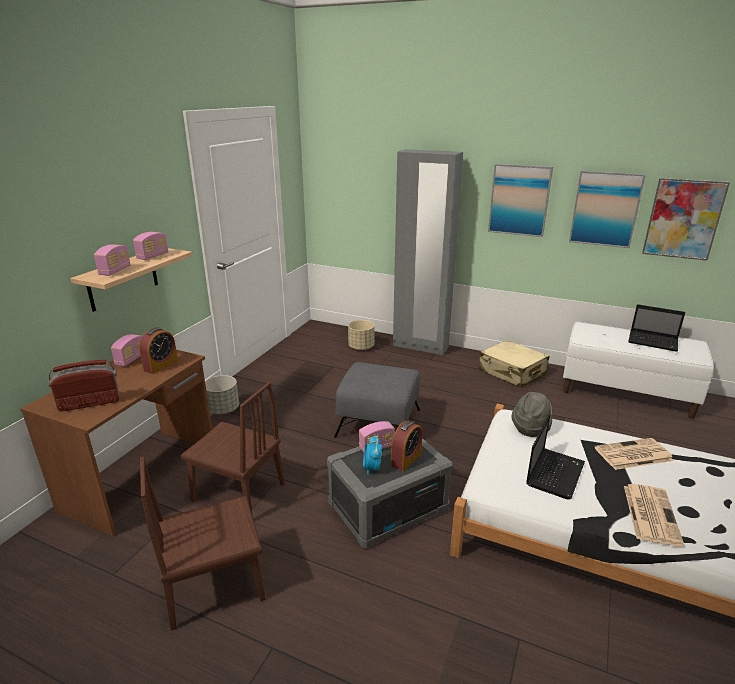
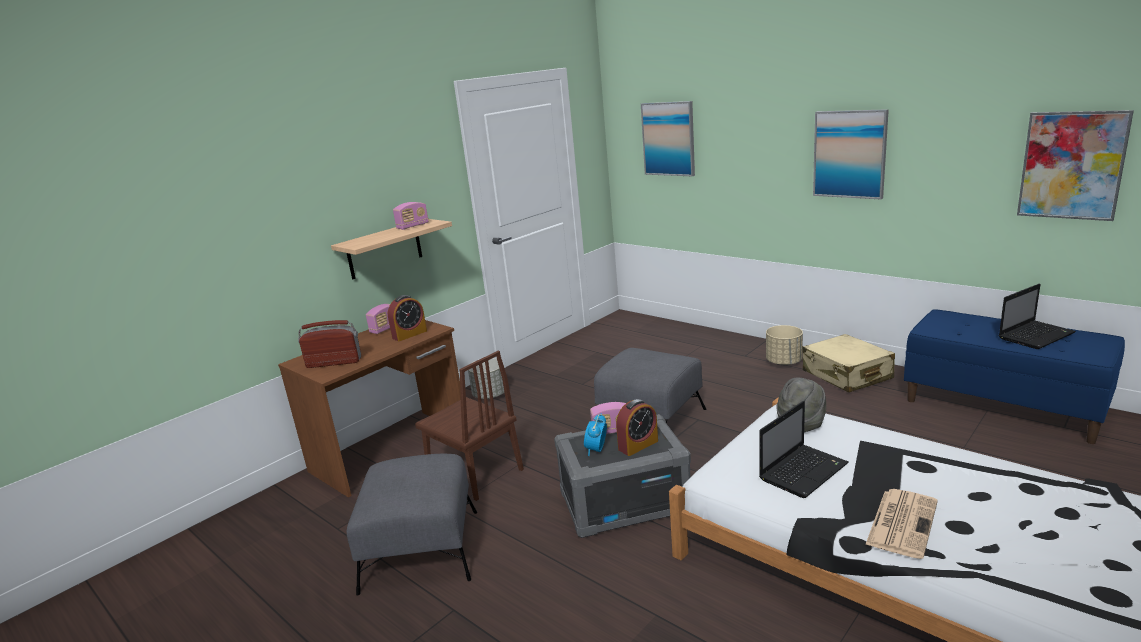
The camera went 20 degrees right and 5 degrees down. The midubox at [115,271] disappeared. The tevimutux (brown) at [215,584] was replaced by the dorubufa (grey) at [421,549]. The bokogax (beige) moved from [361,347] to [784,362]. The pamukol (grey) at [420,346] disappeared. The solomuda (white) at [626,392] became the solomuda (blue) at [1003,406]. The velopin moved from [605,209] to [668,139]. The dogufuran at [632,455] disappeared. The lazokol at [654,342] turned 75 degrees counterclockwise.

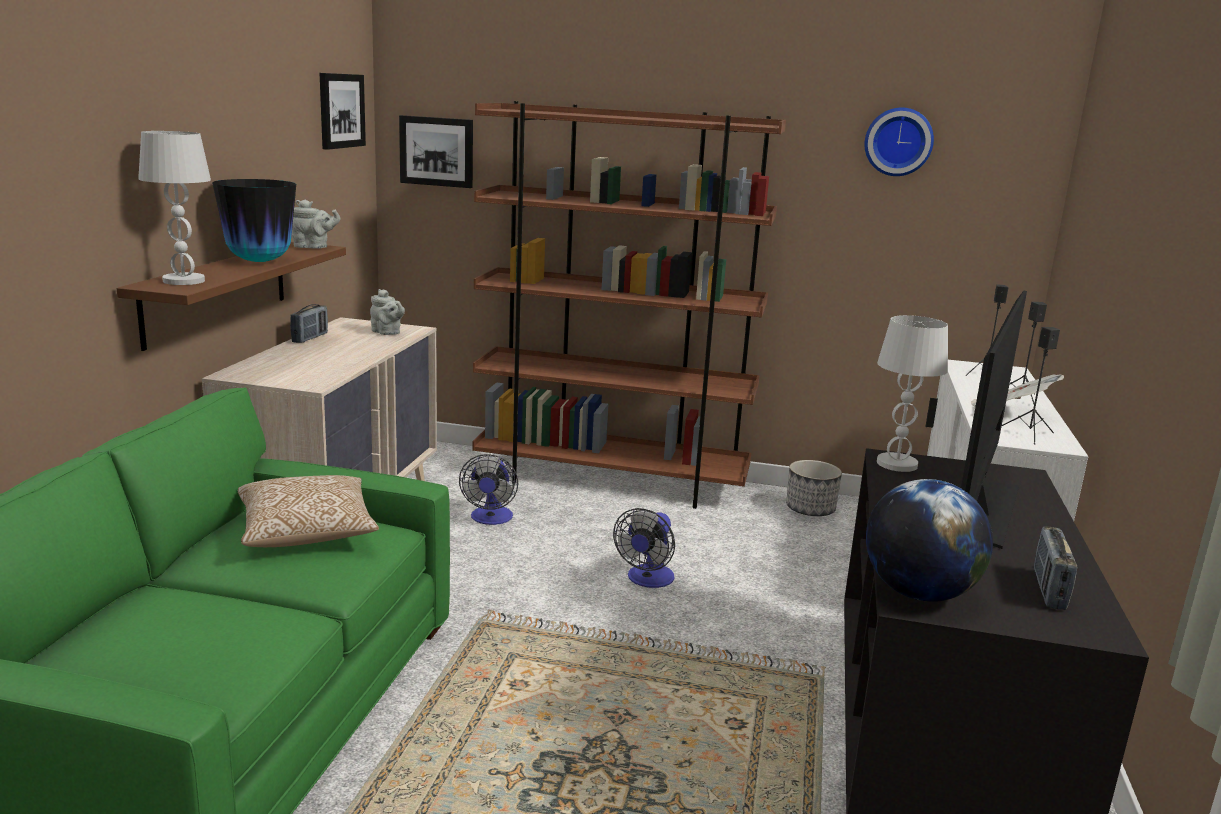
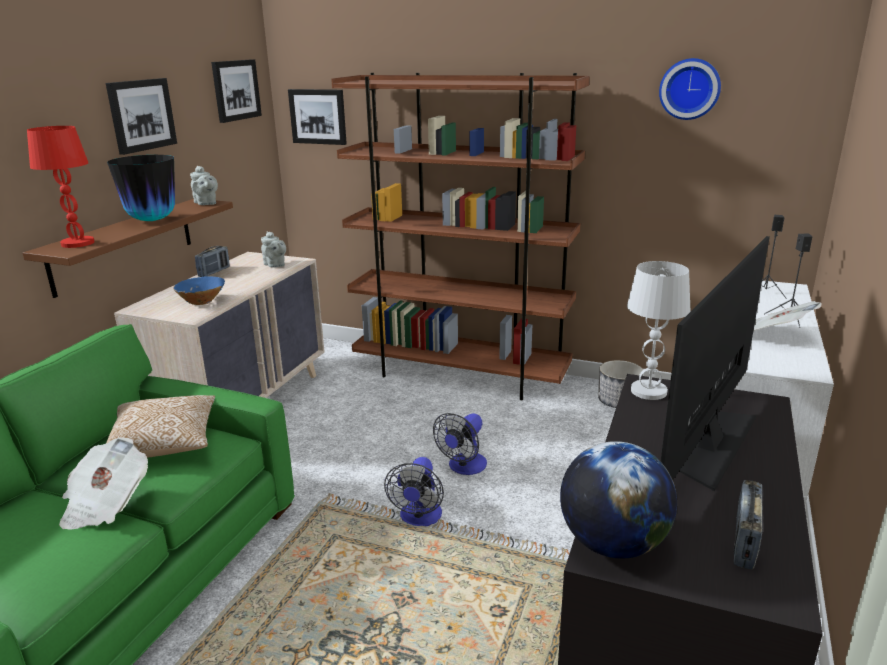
The camera went 10 degrees right and 5 degrees up. The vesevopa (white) at [183,281] became the vesevopa (red) at [77,243]. The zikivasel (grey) at [313,247] turned 45 degrees clockwise. The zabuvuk moved from [490,519] to [419,518]. The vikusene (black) at [1029,434] disappeared. The dogufuran at [105,504] appeared. The velopin at [141,115] appeared. The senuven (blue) at [202,302] appeared.

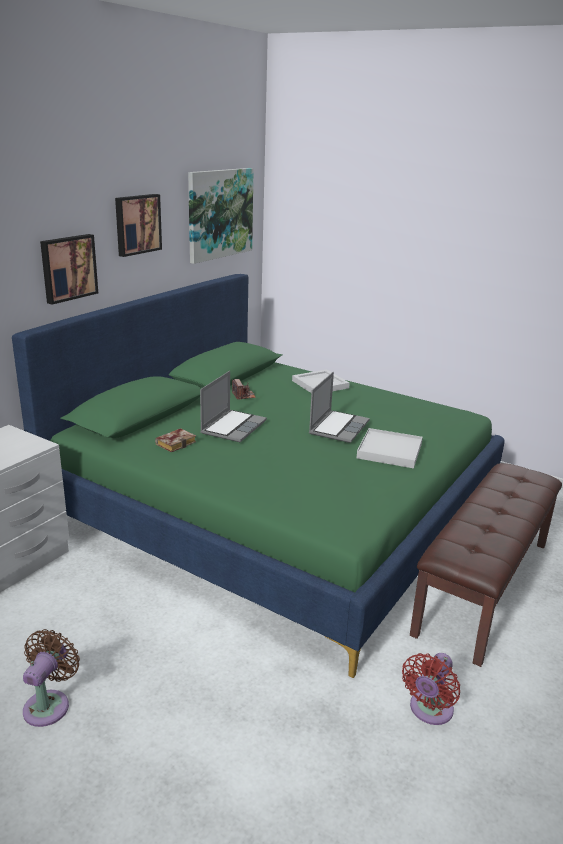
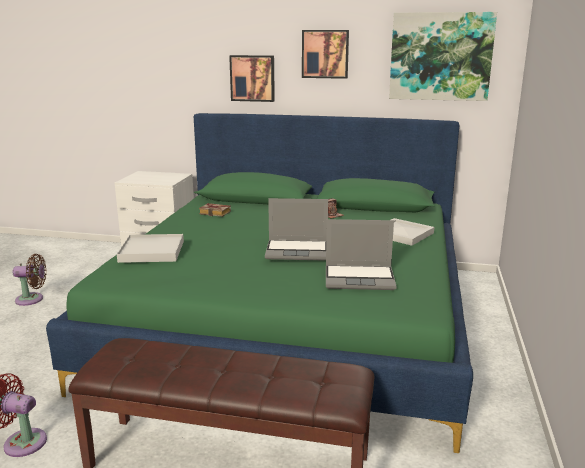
The camera went 70 degrees right and 5 degrees down. The lazokol moved from [233,427] to [360,278]. The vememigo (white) moved from [389,451] to [152,251].

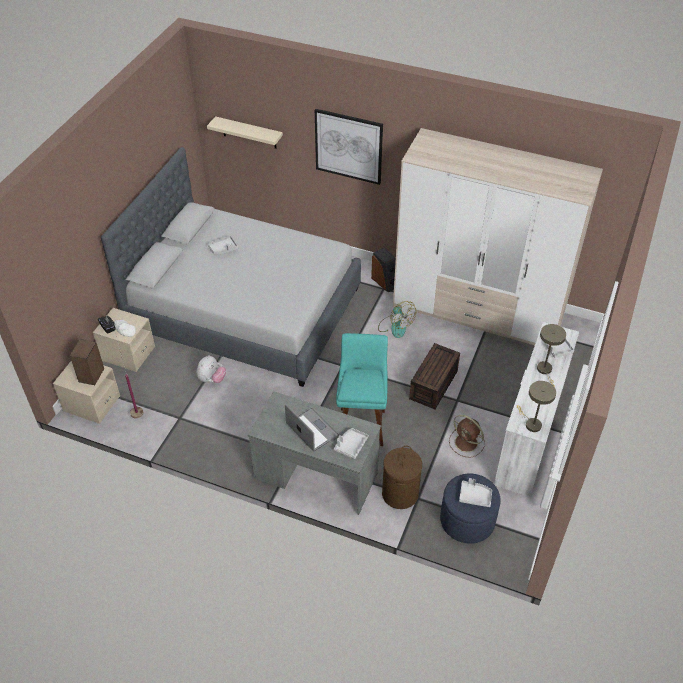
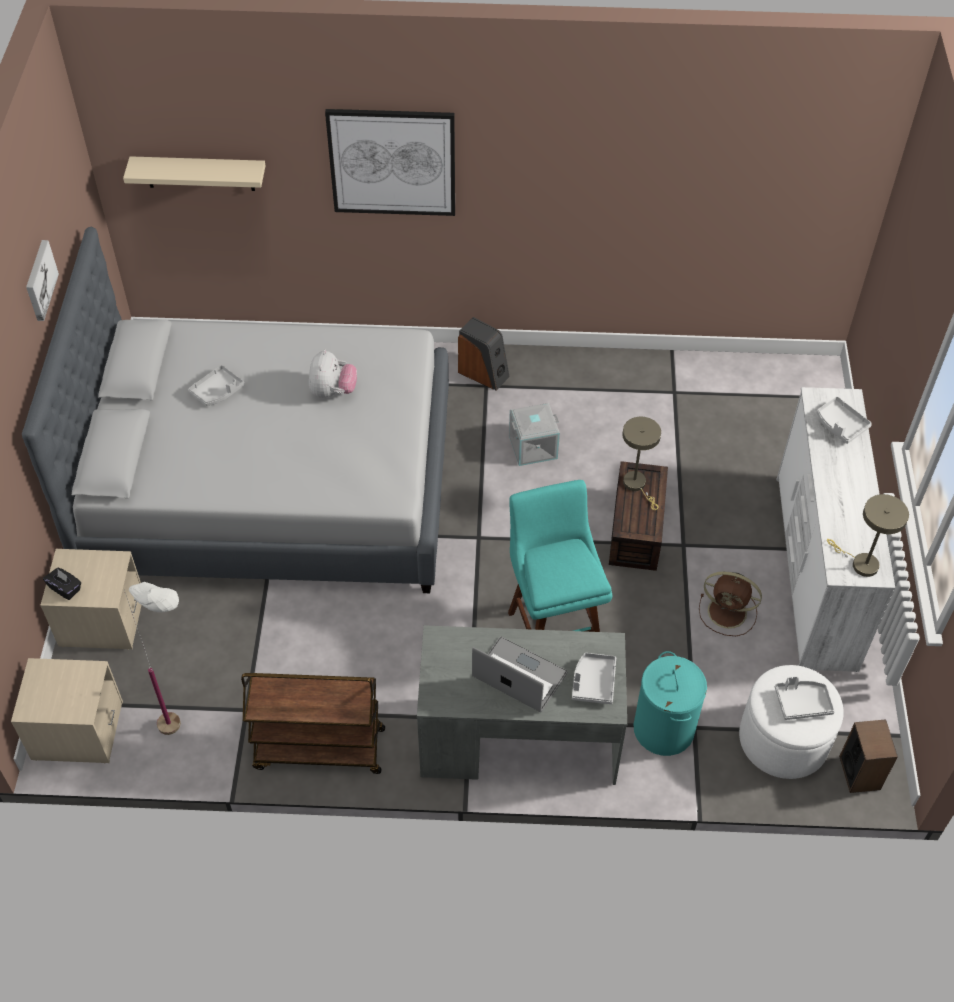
The camera went 20 degrees left and 5 degrees up. The vikusene moved from [91,375] to [860,772]. The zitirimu moved from [212,379] to [333,391]. The zabuvuk at [395,326] was replaced by the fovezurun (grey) at [533,446]. The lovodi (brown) at [400,494] became the lovodi (turquoise) at [664,729]. The pamukol at [478,312] disappeared. The dorubufa (blue) at [467,520] became the dorubufa (white) at [783,739]. The vesevopa (beige) moved from [545,371] to [637,485]. The velopin at [39,280] appeared. The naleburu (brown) at [318,749] appeared.

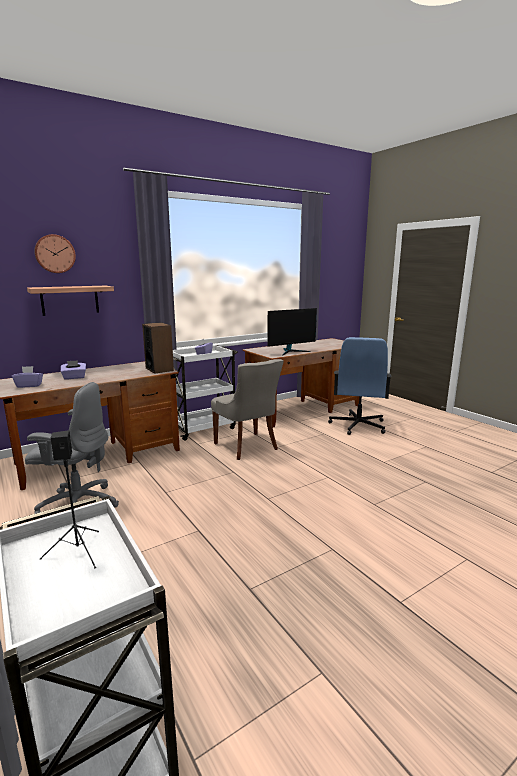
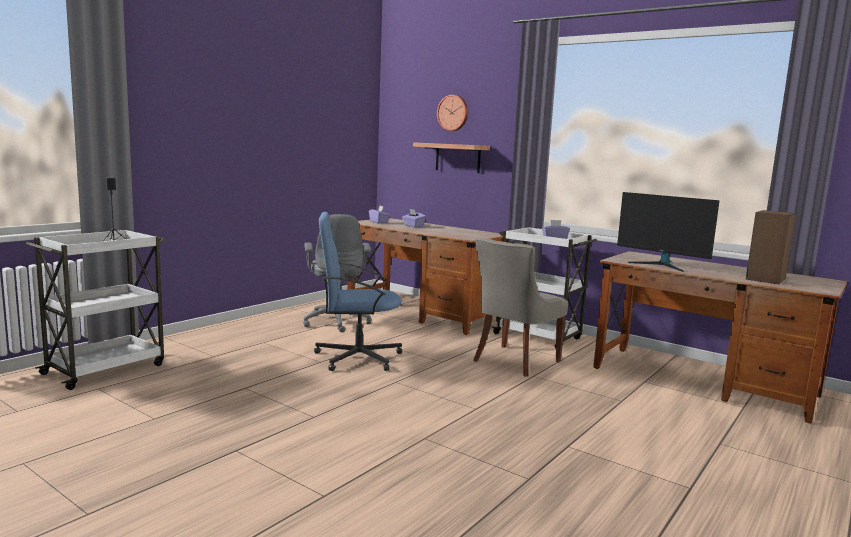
The camera went 70 degrees right and 5 degrees down. The vikusene moved from [159,369] to [766,279]. The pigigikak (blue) moved from [358,425] to [356,357].

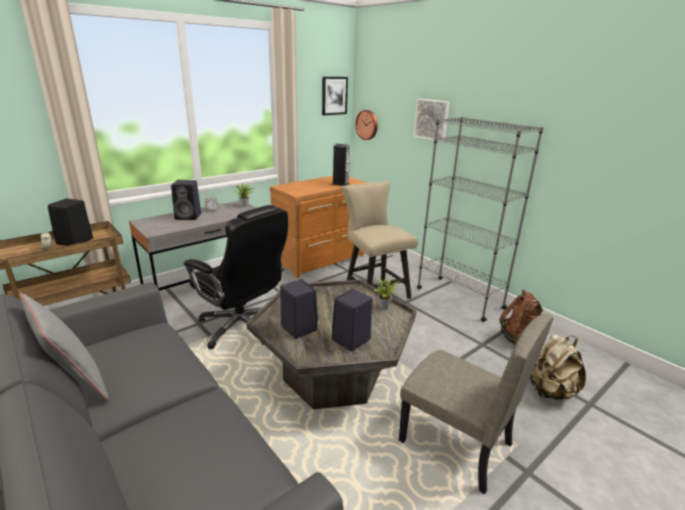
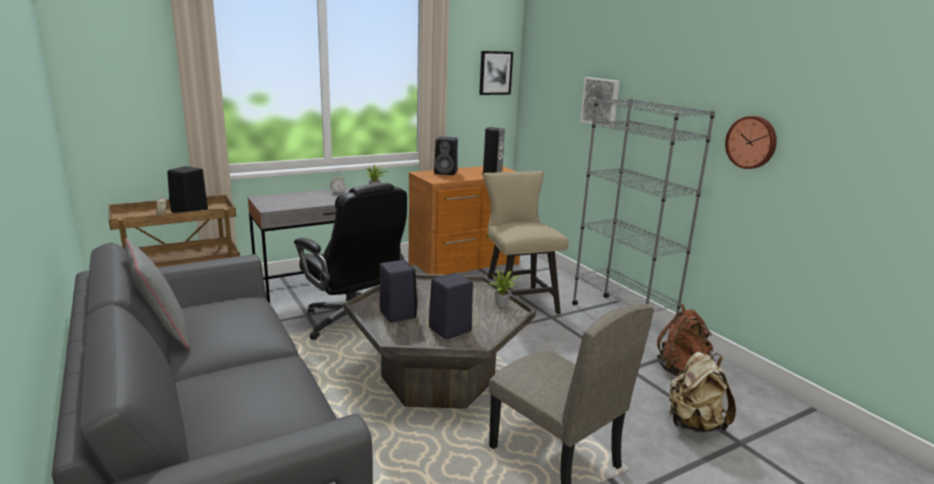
The camera went 10 degrees right and 5 degrees down. The vikusene (black) moved from [189,216] to [446,172]. The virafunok moved from [367,125] to [752,142].

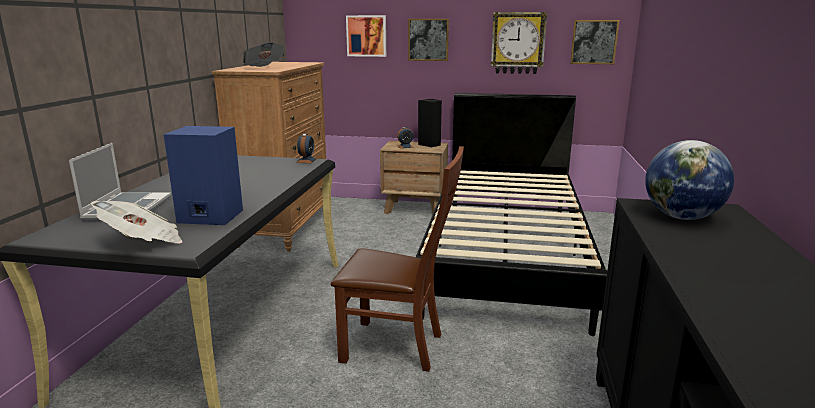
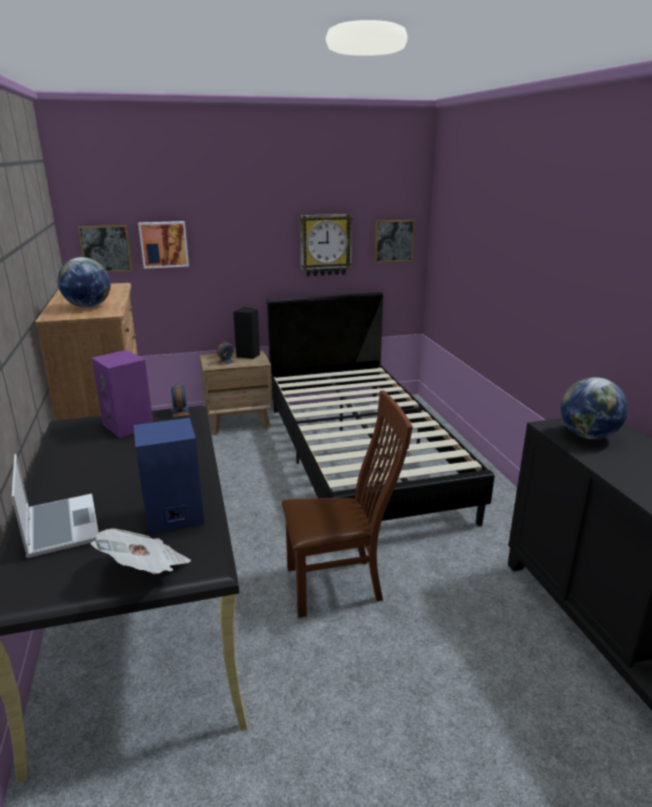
The camera went 25 degrees left and 5 degrees up. The dogufuran at [264,68] was replaced by the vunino at [88,306]. The velopin moved from [428,39] to [106,248]. The vikusene (purple) at [129,425] appeared.

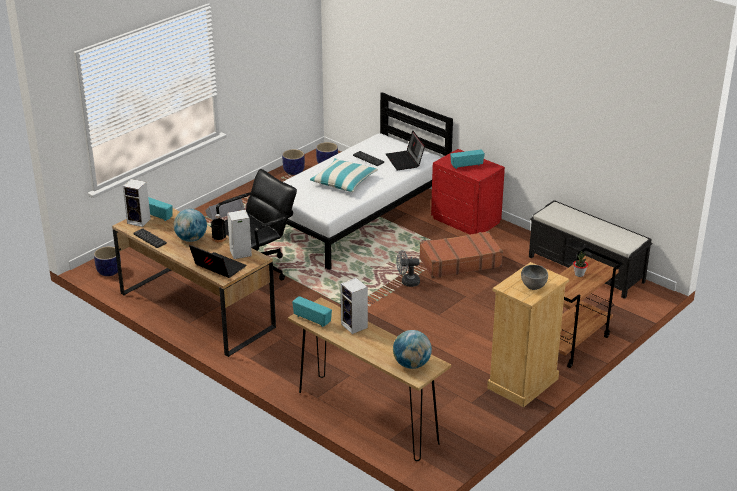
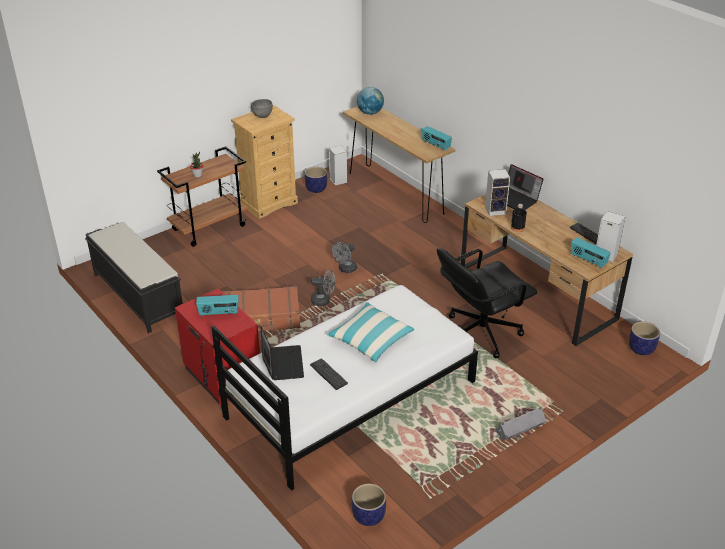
The camera went 170 degrees left and 5 degrees up. The vunino at [191,239] disappeared. The bokogax moved from [293,171] to [316,189]. The vikusene moved from [355,326] to [337,180]. The zabuvuk (grey) at [345,269] appeared.

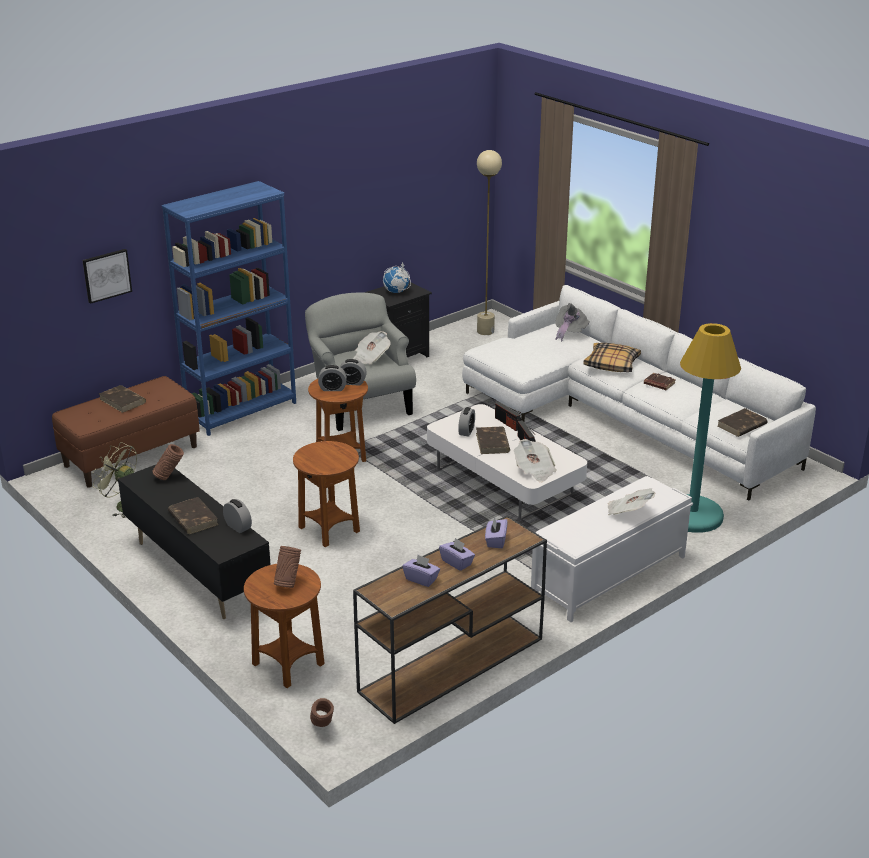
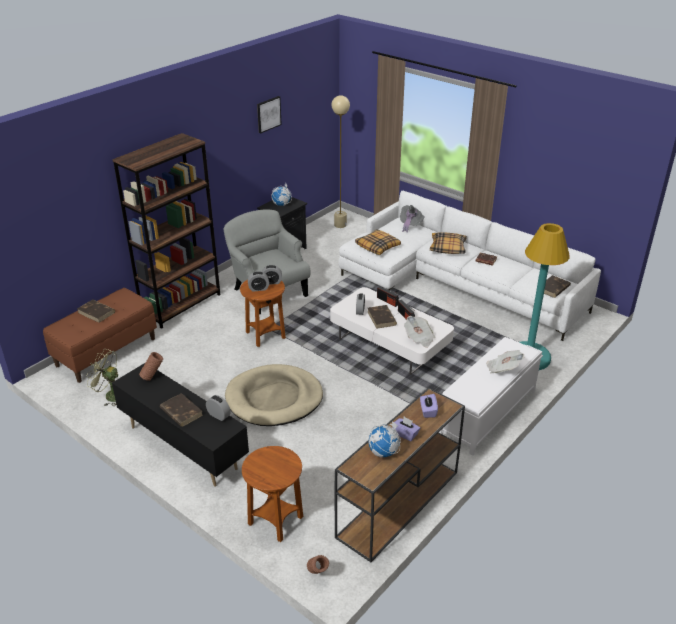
The camera went 10 degrees left and 5 degrees up. The velopin moved from [106,275] to [268,114]. The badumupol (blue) at [242,411] became the badumupol (brown) at [181,305]. The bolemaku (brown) at [288,583] disappeared. The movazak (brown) at [329,530] was replaced by the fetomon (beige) at [274,399]. The dogufuran at [370,358] disappeared. The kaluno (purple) at [421,579] was replaced by the vunino at [384,452]. The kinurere at [378,246] appeared.

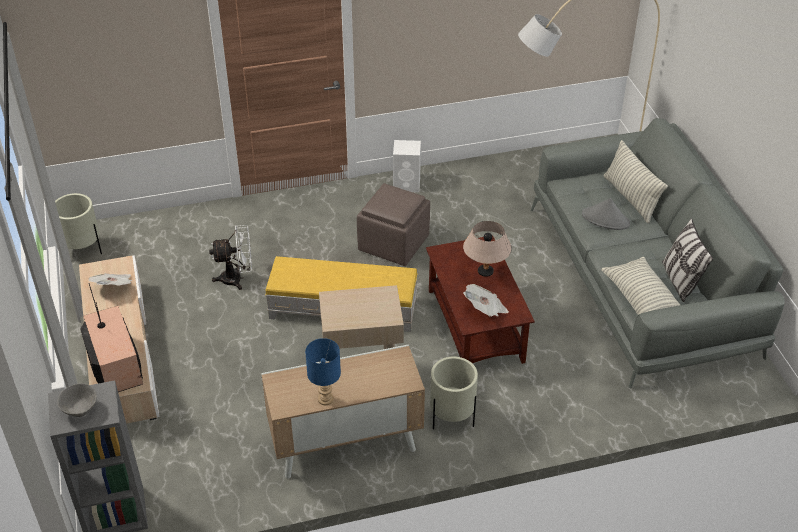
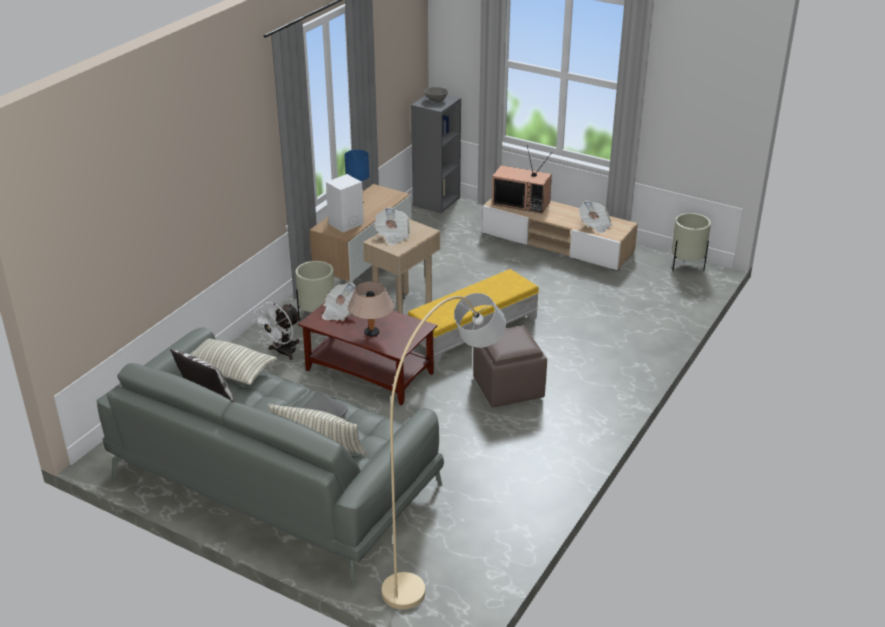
The camera went 135 degrees right and 10 degrees down. The zabuvuk (white) moved from [237,278] to [282,352]. The vikusene (white) moved from [407,184] to [345,224]. The dogufuran at [392,235] appeared.

